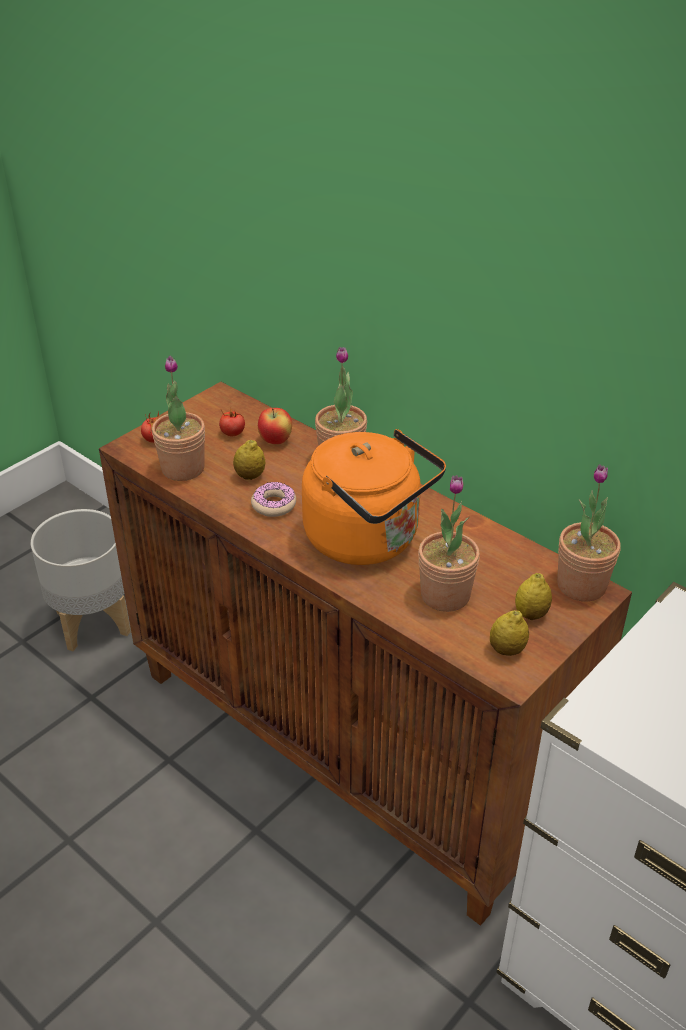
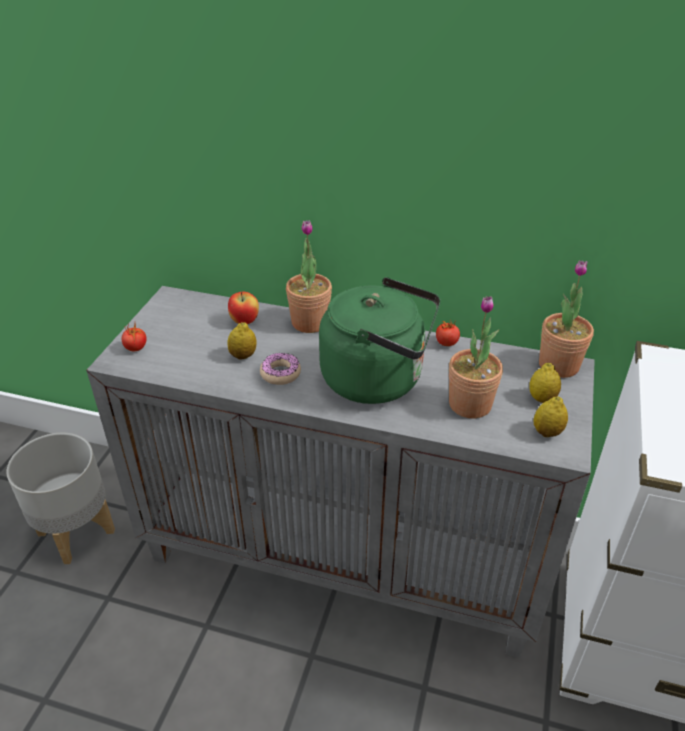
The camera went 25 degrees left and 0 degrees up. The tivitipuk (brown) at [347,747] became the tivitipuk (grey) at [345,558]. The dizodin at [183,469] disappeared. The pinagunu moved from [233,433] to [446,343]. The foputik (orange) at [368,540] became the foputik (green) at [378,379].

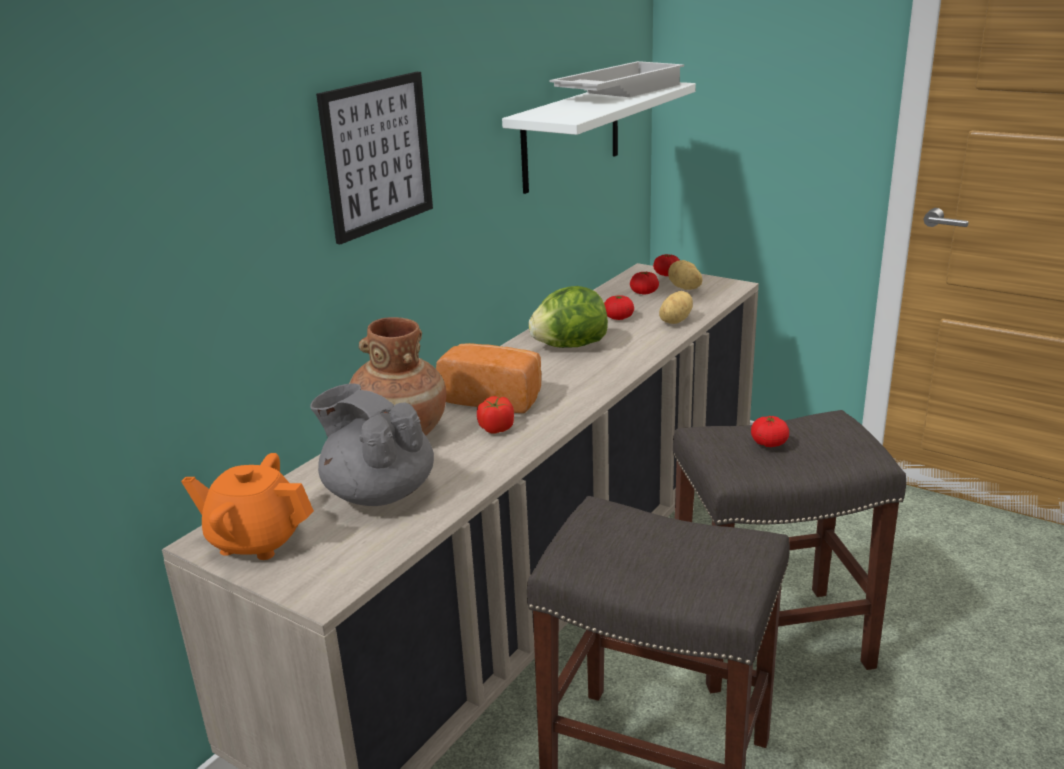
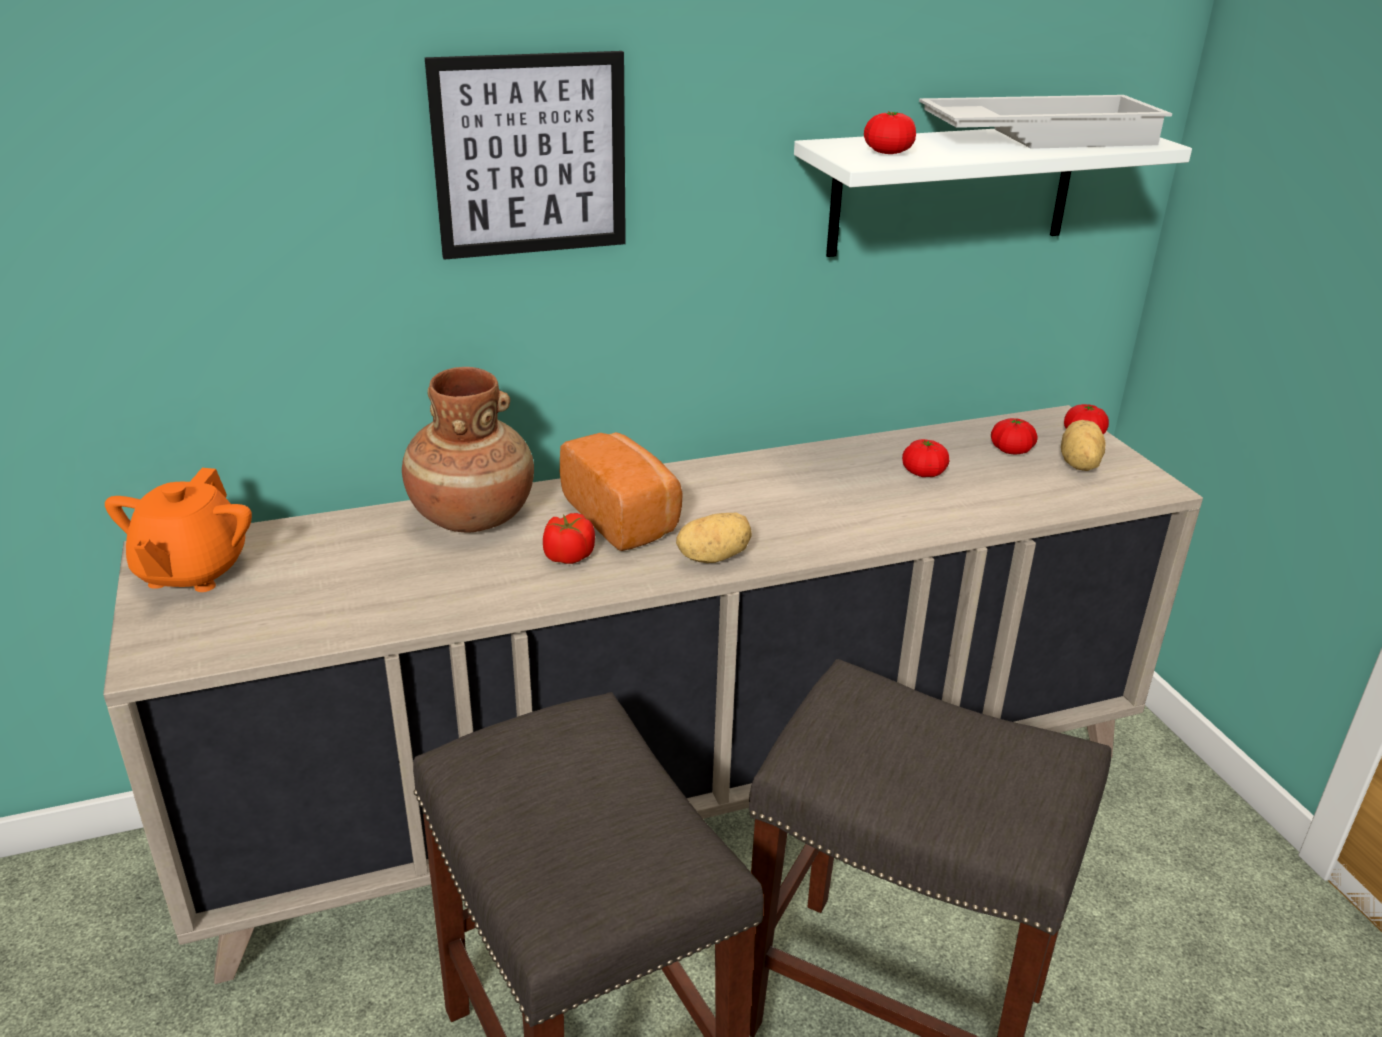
The camera went 35 degrees right and 5 degrees up. The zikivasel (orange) at [256,540] turned 135 degrees counterclockwise. The zikivasel (grey) at [378,492] disappeared. The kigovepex at [569,346] disappeared. The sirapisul moved from [674,321] to [713,557]. The pinagunu moved from [769,443] to [888,152].

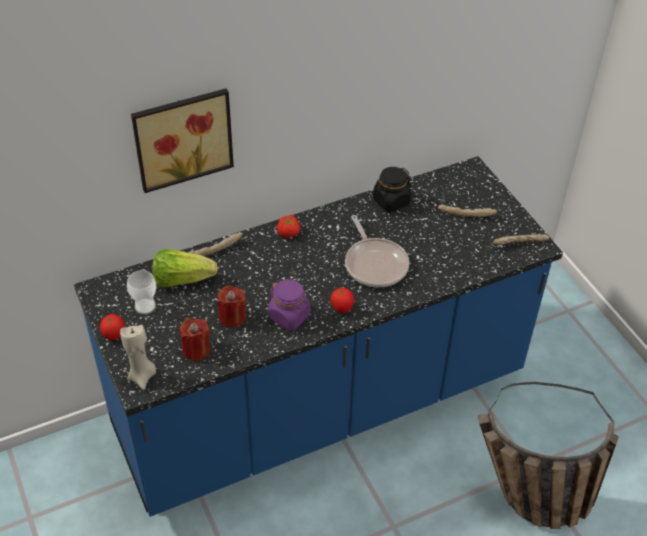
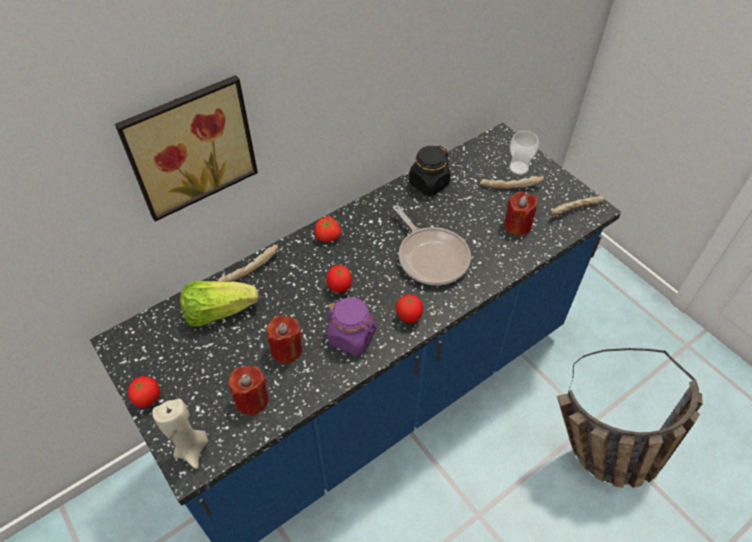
The camera went 10 degrees left and 5 degrees up. The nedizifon moved from [145,306] to [518,168]. The pinagunu at [339,288] appeared. The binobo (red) at [517,225] appeared.

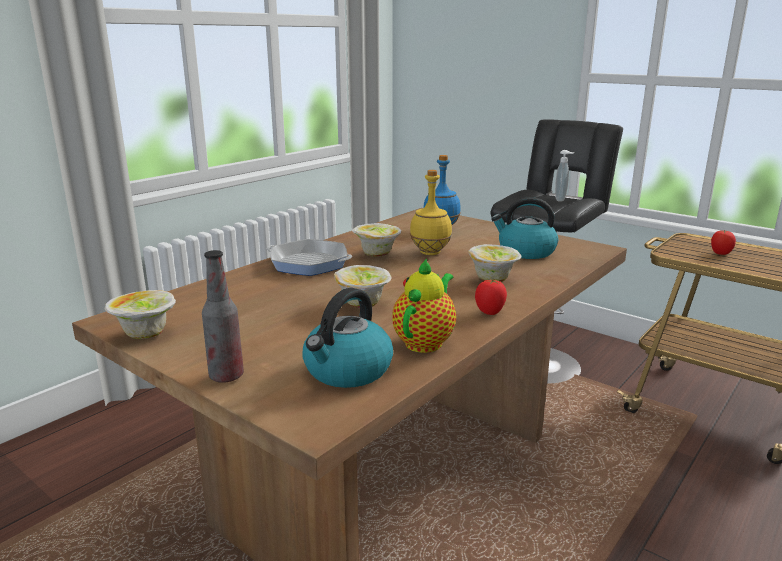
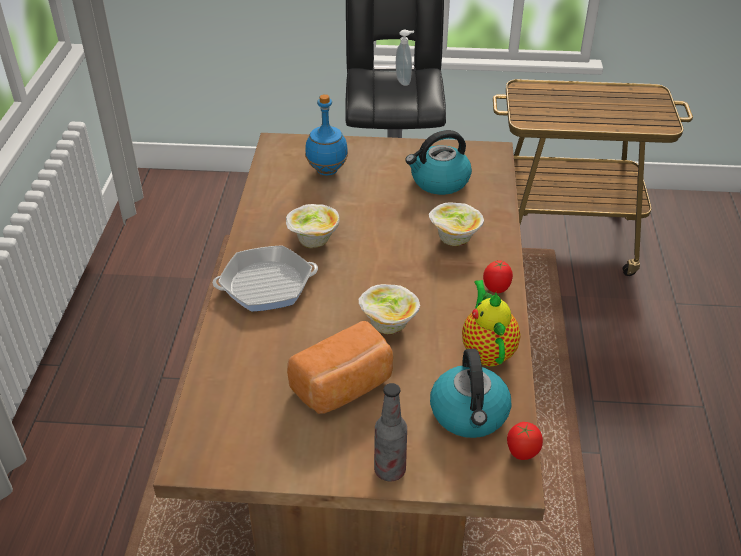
The camera went 35 degrees left and 20 degrees up. The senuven at [145,335] disappeared. The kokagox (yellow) at [430,253] disappeared. The pinagunu moved from [720,254] to [521,453]. The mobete at [345,387] appeared.

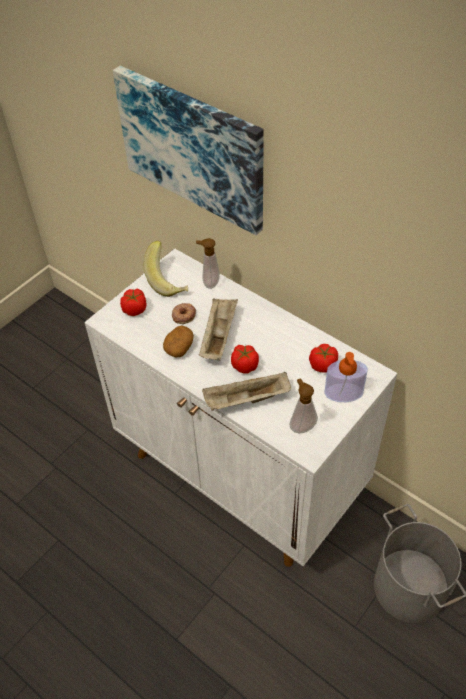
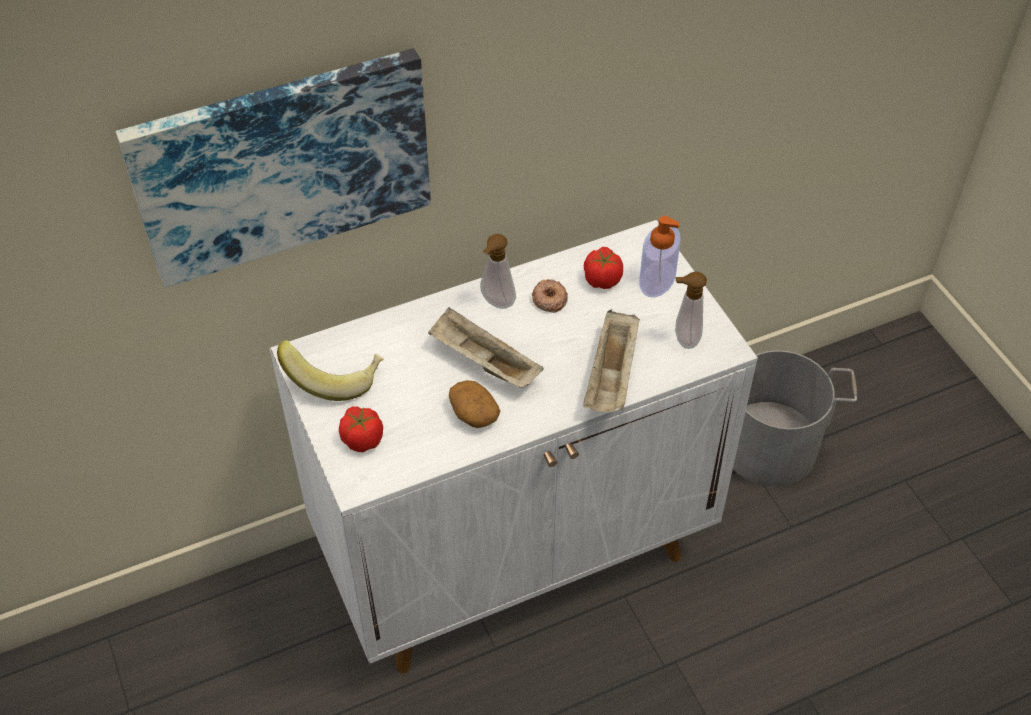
The camera went 65 degrees left and 0 degrees up. The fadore moved from [183,315] to [549,299]. The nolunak moved from [209,283] to [496,303]. The pinagunu at [244,365] disappeared.

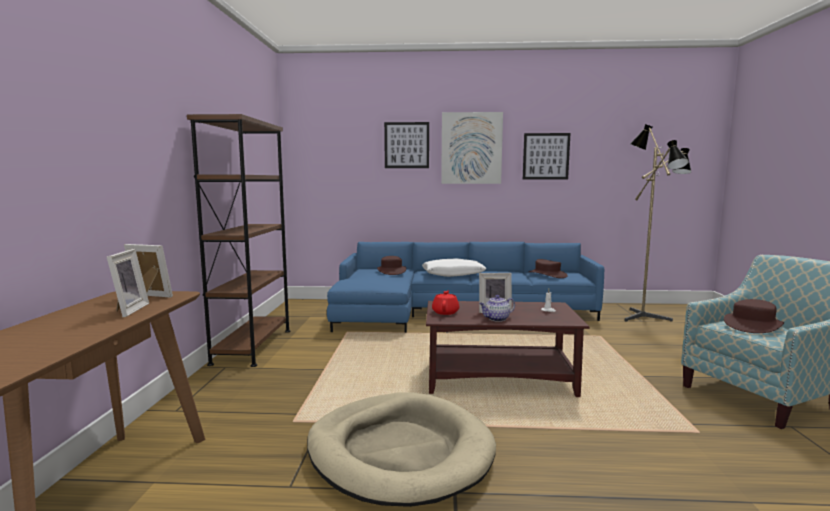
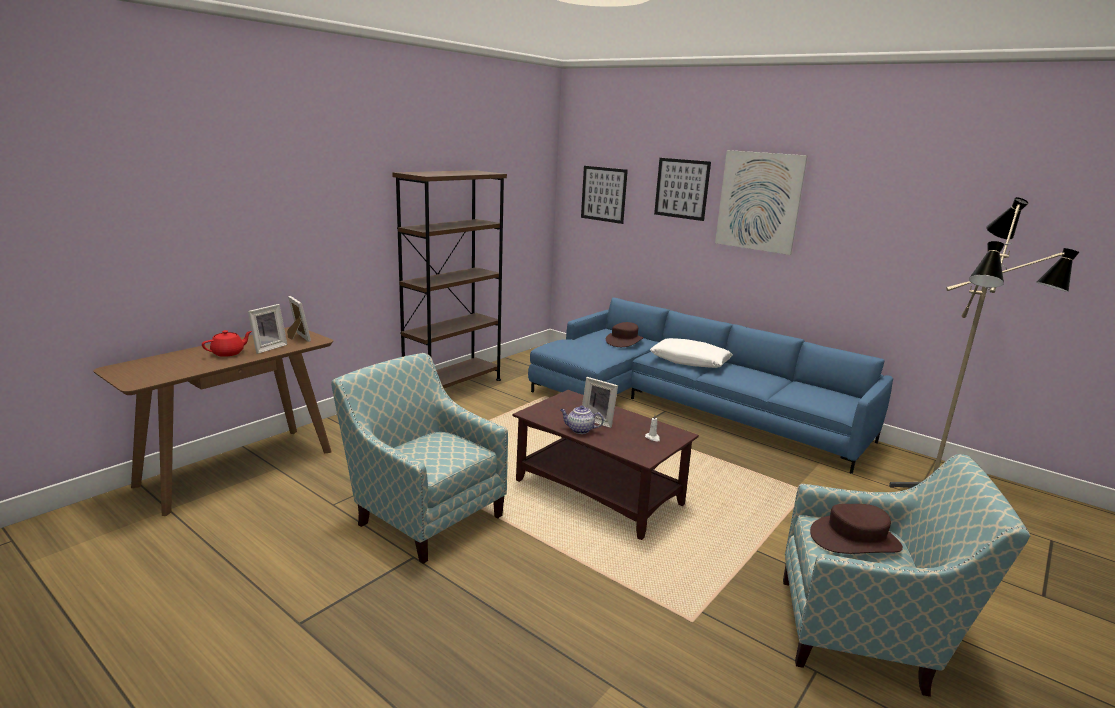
The camera went 35 degrees right and 10 degrees up. The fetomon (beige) at [399,452] was replaced by the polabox at [423,514]. The zikivasel (red) moved from [445,312] to [228,353]. The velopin moved from [546,156] to [603,194]. The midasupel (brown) at [547,274] disappeared.

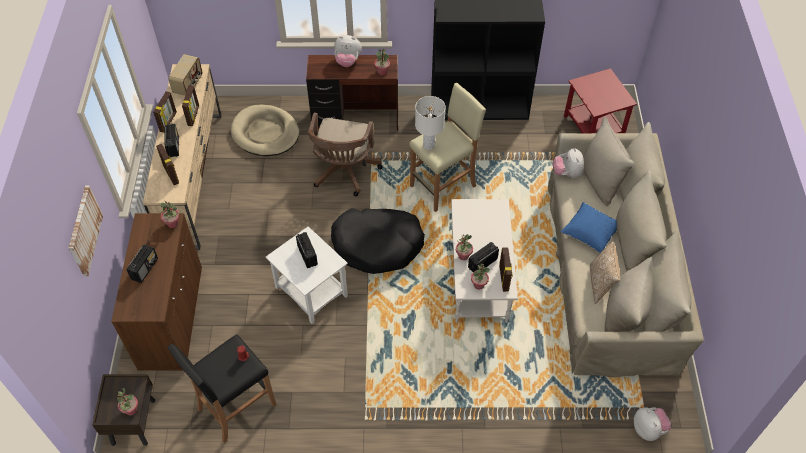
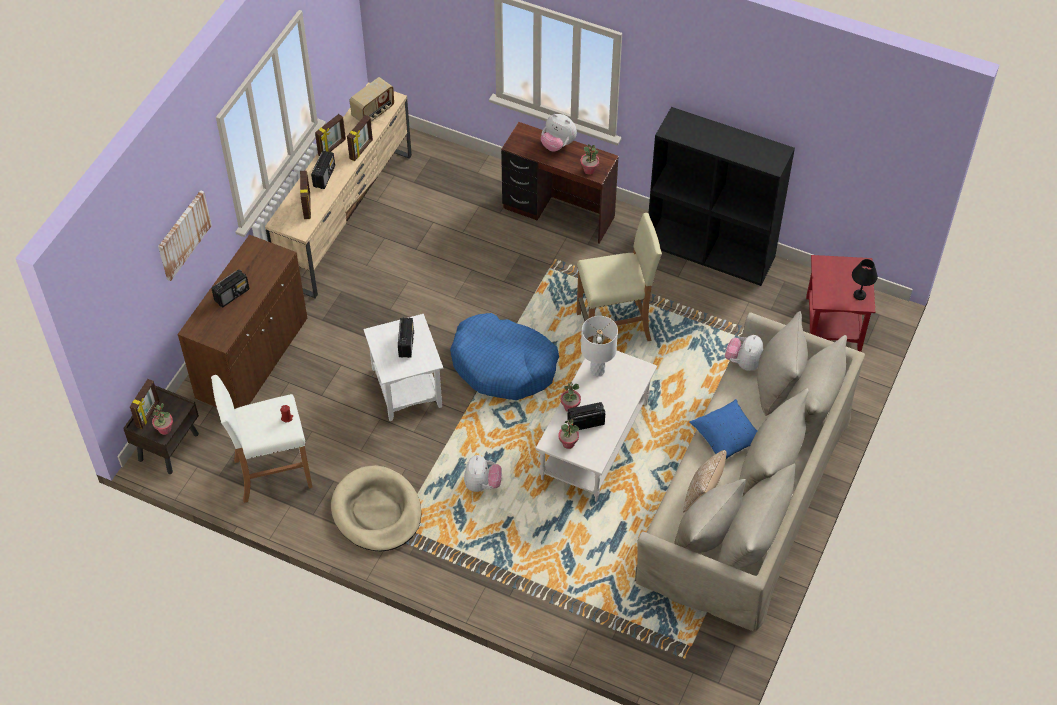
The camera went 25 degrees right and 0 degrees up. The dizodin at [172,223] disappeared. The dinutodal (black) at [235,407] became the dinutodal (white) at [272,473]. The fetomon (beige) moved from [265,133] to [377,511]. The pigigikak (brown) at [344,172] disappeared. The fetomon (black) at [377,245] became the fetomon (blue) at [503,365]. The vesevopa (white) moved from [429,145] to [597,370]. The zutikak moved from [504,278] to [148,414]. The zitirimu moved from [648,429] to [482,484]. The vesevopa (black) at [859,295] appeared.

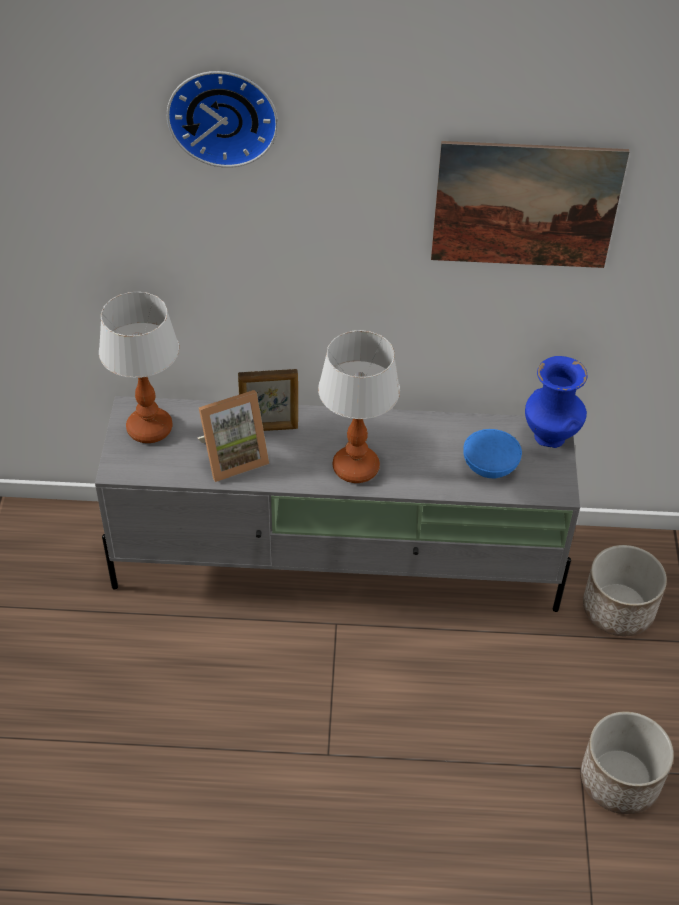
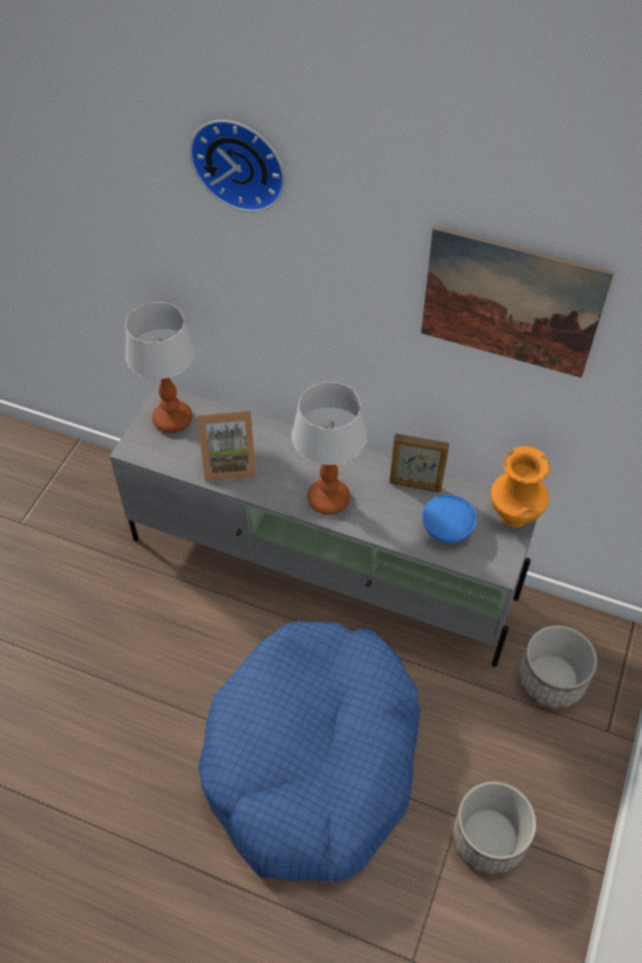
The camera went 20 degrees right and 5 degrees up. The zutikak moved from [269,428] to [415,485]. The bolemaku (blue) at [550,438] became the bolemaku (orange) at [514,517]. The fetomon (blue) at [313,759] appeared.

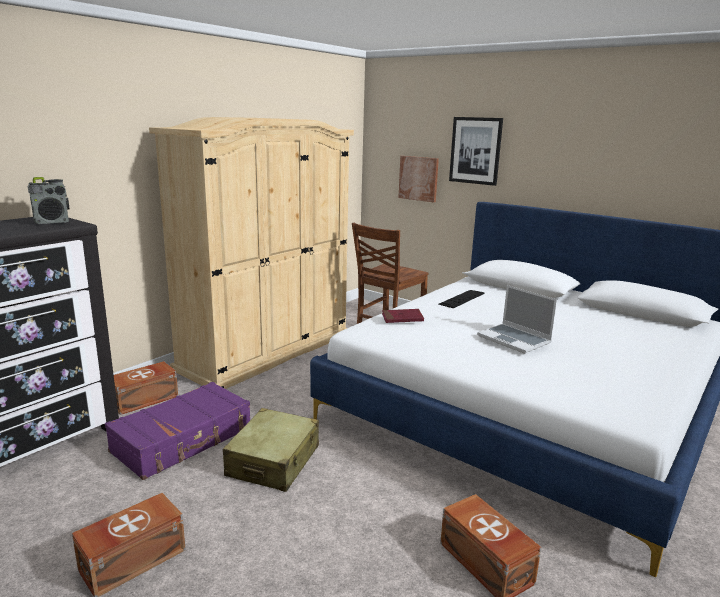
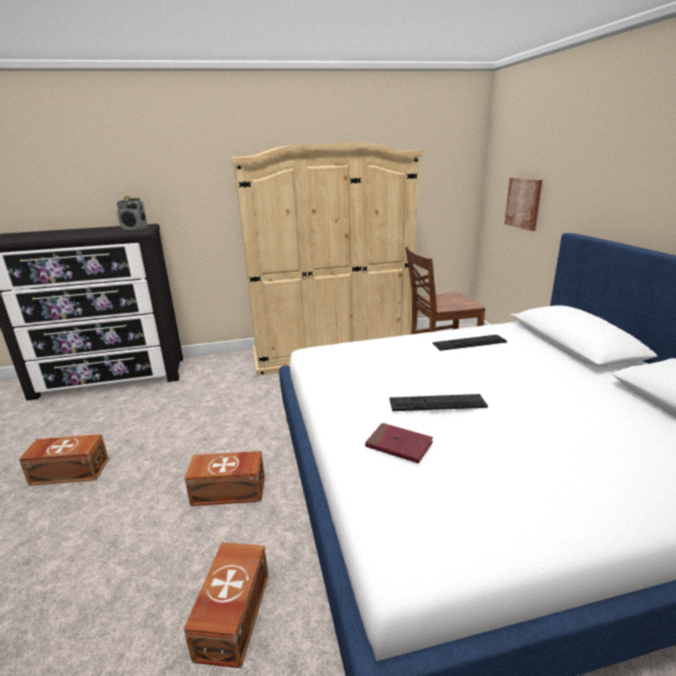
The camera went 40 degrees right and 5 degrees up. The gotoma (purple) at [183,440] disappeared. The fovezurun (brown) moved from [145,400] to [229,492]. The gotoma (beige) at [274,461] disappeared. The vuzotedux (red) moved from [402,318] to [399,445]. The velopin at [475,150] disappeared. The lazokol at [515,340] was replaced by the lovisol at [437,402].

